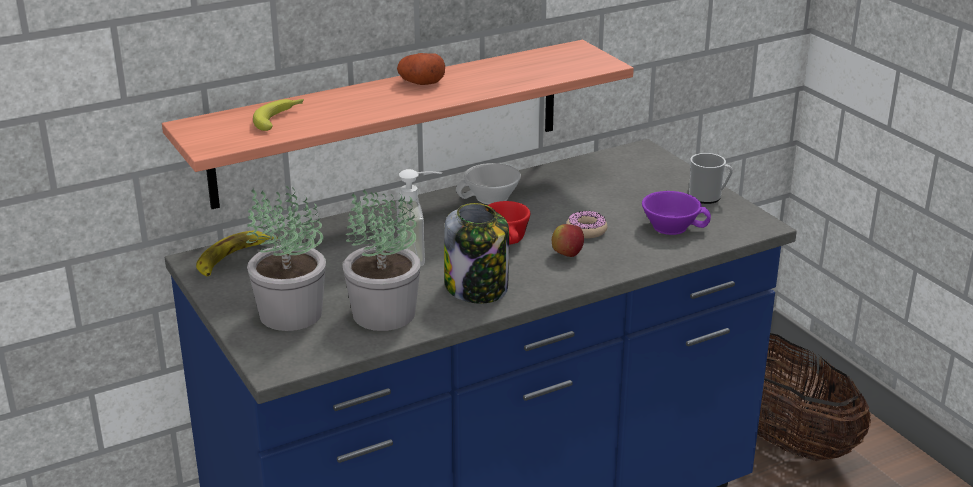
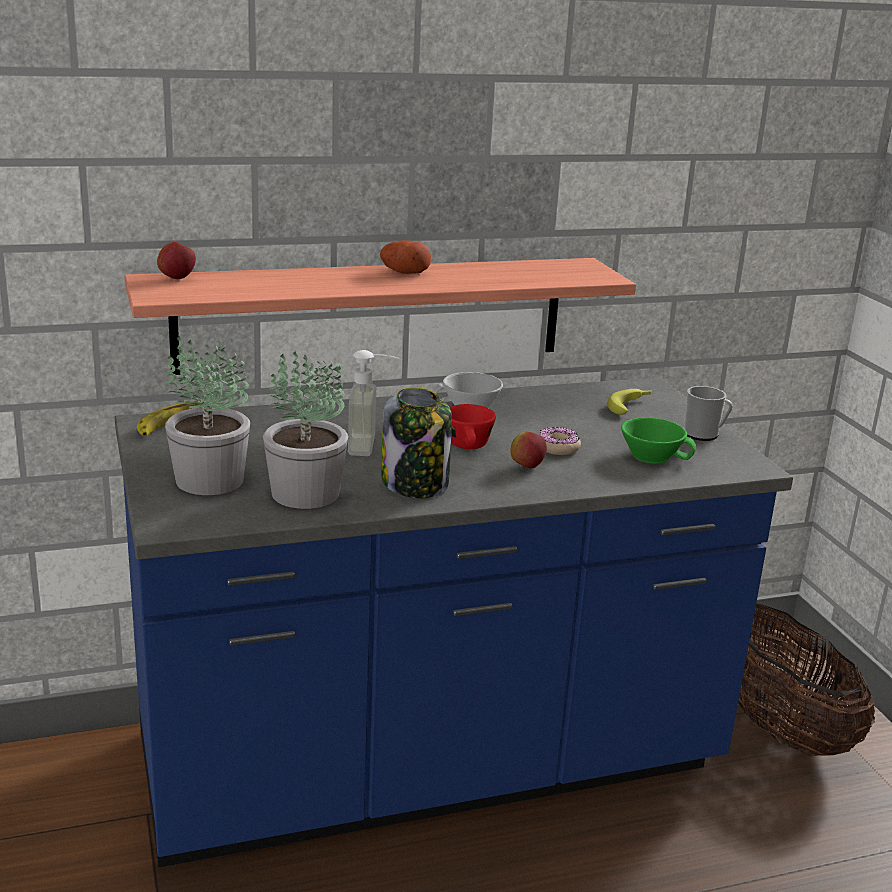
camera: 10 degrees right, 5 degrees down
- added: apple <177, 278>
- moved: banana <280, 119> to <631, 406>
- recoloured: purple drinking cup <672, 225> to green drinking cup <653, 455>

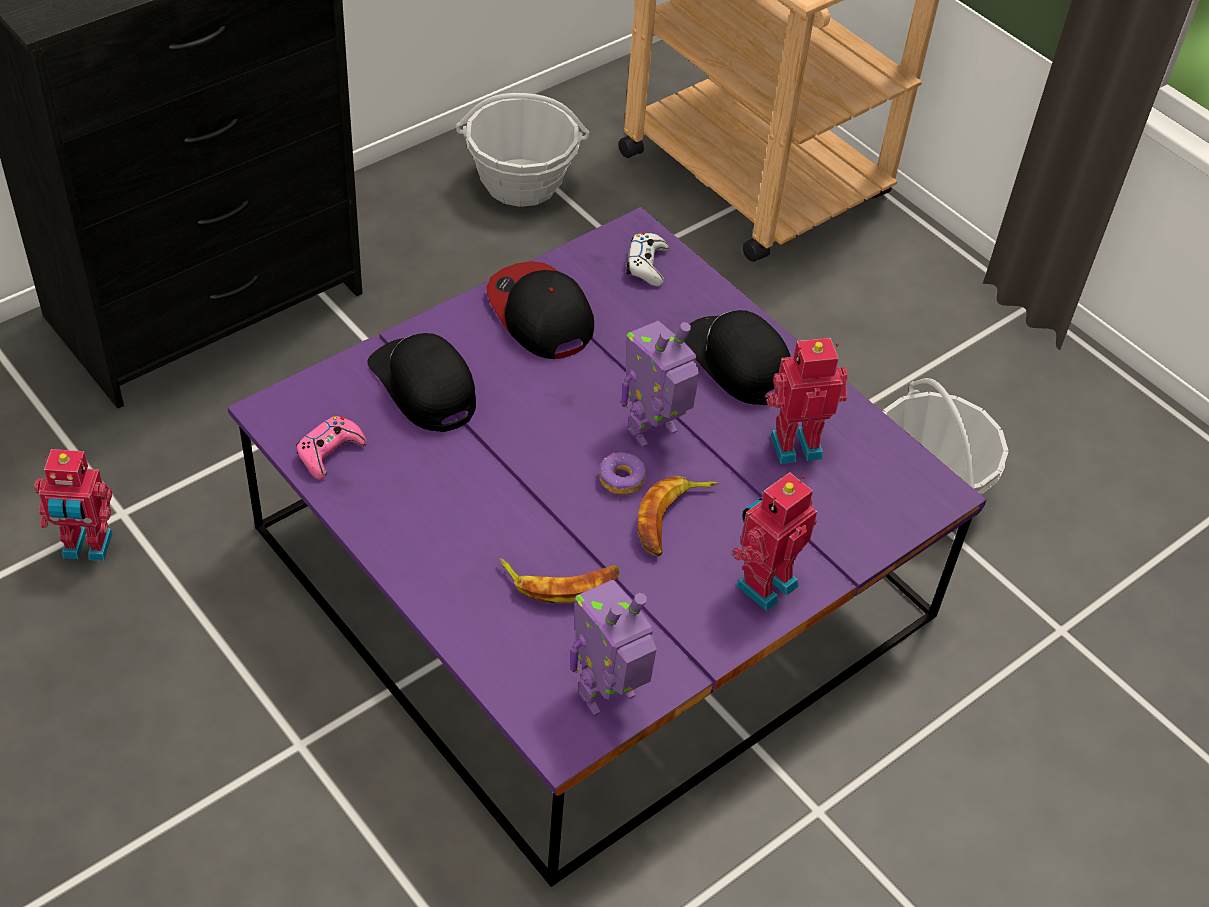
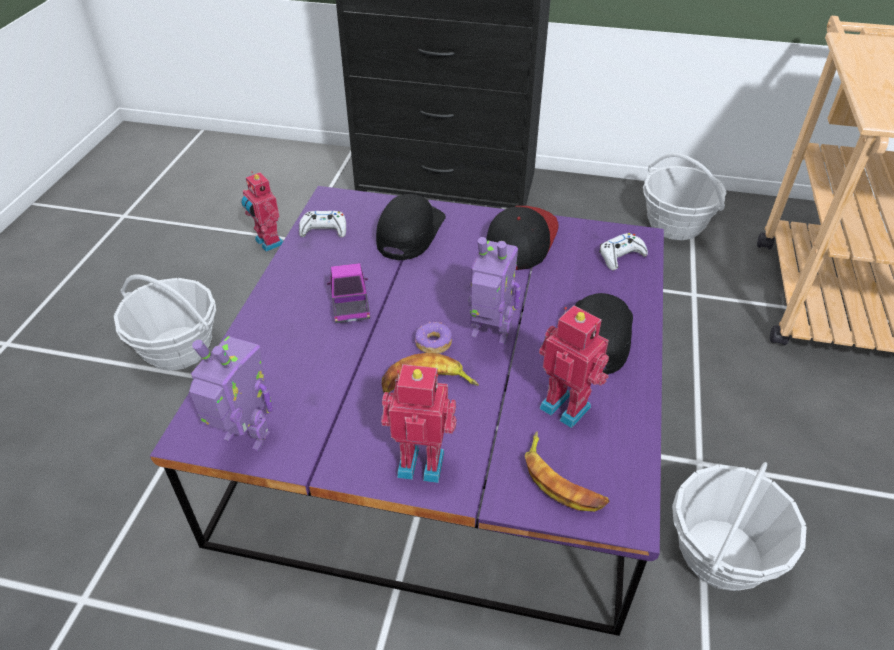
camera: 55 degrees right, 5 degrees down
- added: household basket <178, 348>
- recoloured: pink joypad <330, 452> to white-coloured joypad <324, 230>
- added: toy lorry <350, 304>
- moved: banana <561, 582> to <562, 480>

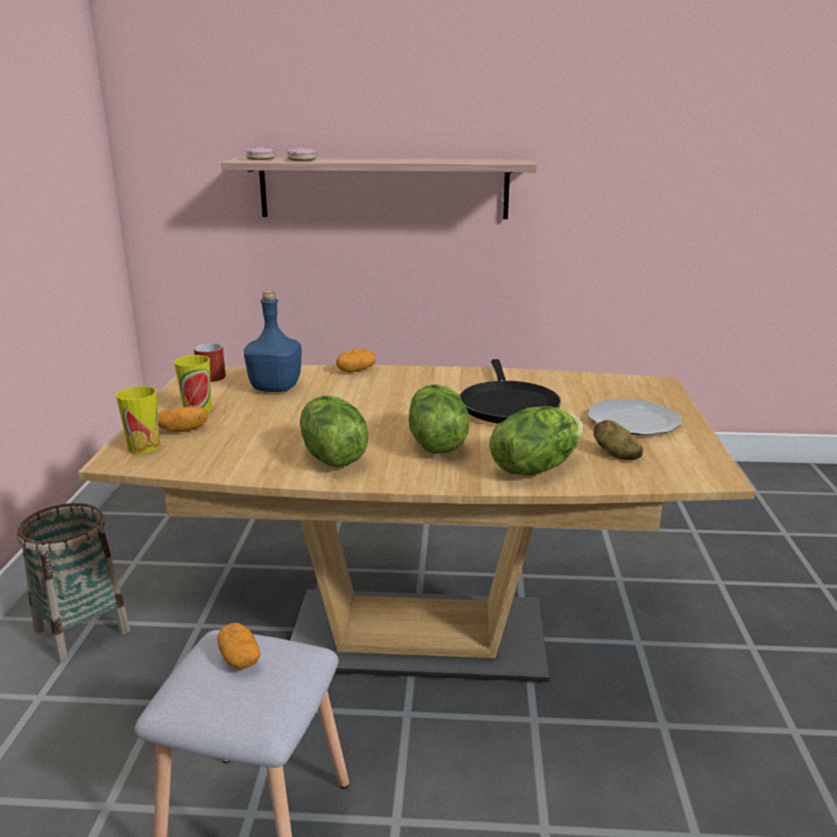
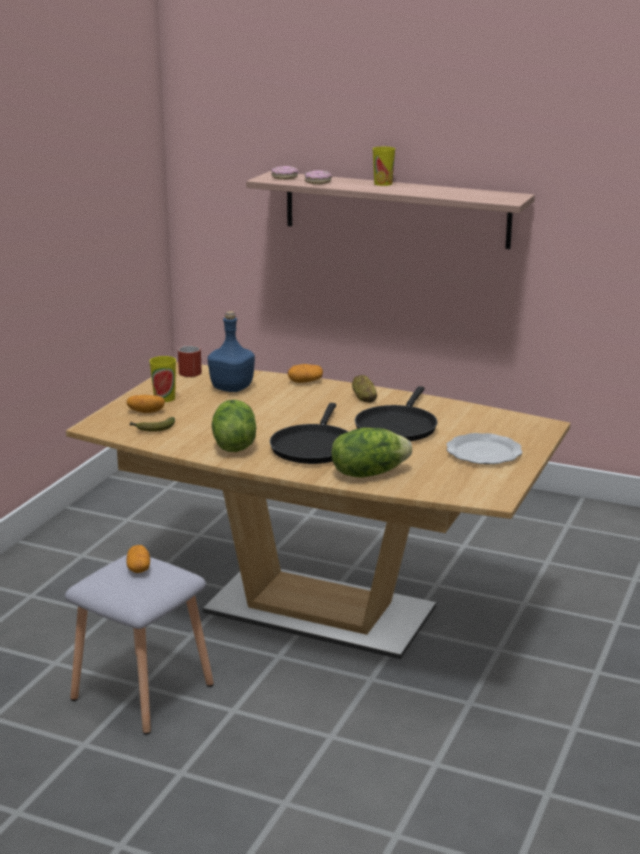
camera: 20 degrees right, 0 degrees up
- added: banana <152, 429>
- replaced: lettuce head <435, 444> to black skillet <313, 447>
- moved: spud <615, 454> to <364, 398>
- moved: drinking cup <144, 447> to <383, 183>
- removed: household basket <82, 630>

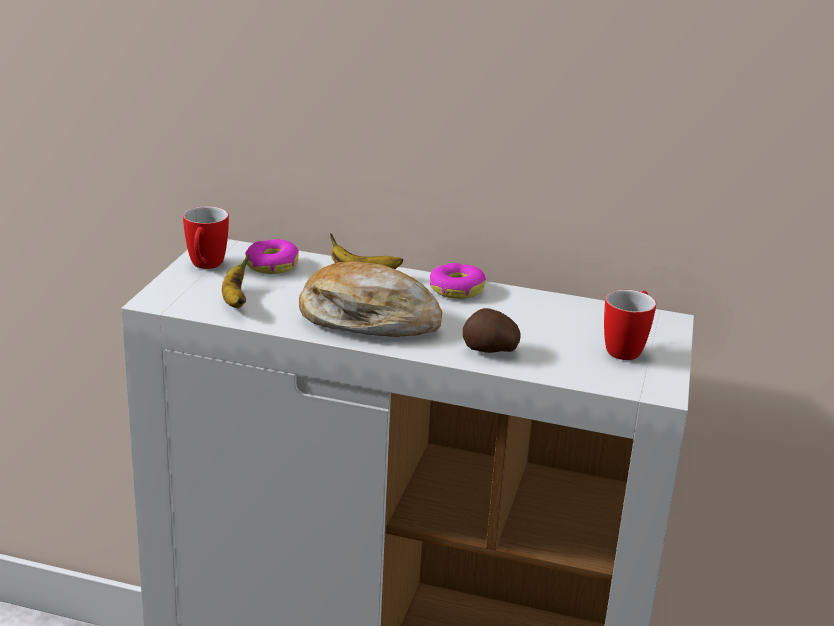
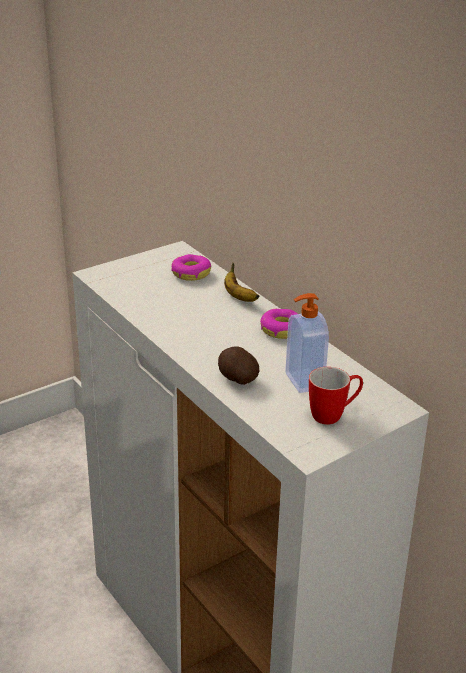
camera: 40 degrees right, 5 degrees up
- added: liquid soap bottle <303, 381>
- removed: mug <205, 267>
- removed: banana <235, 300>
- removed: bakery bread <368, 319>

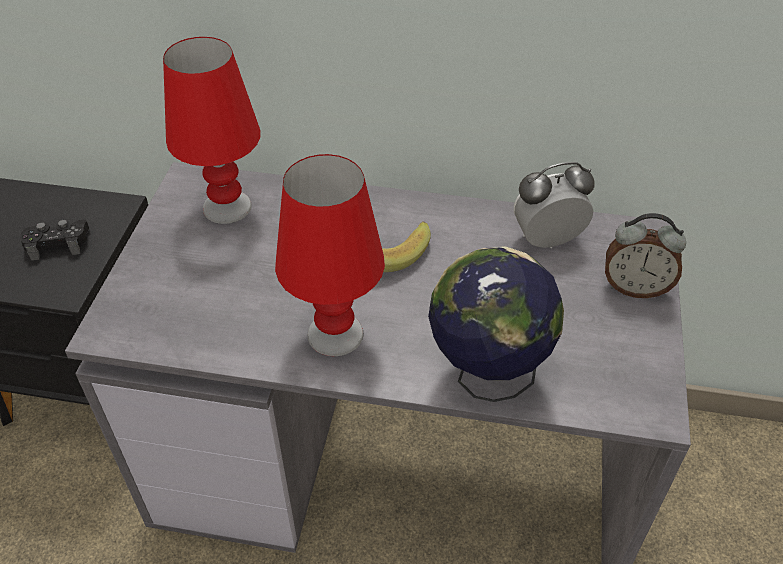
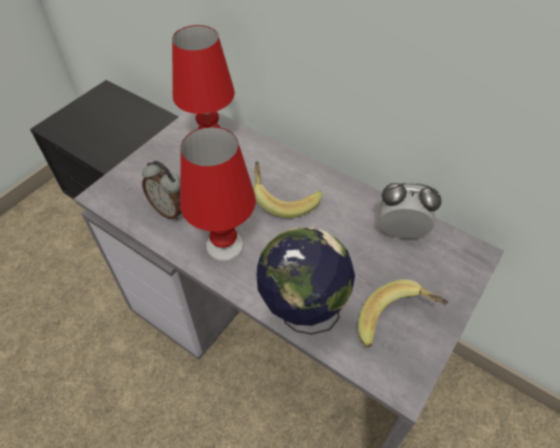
camera: 25 degrees right, 5 degrees up
- moved: bedside clock <635, 287> to <170, 210>
- added: banana <397, 324>
- removed: black joypad <58, 243>

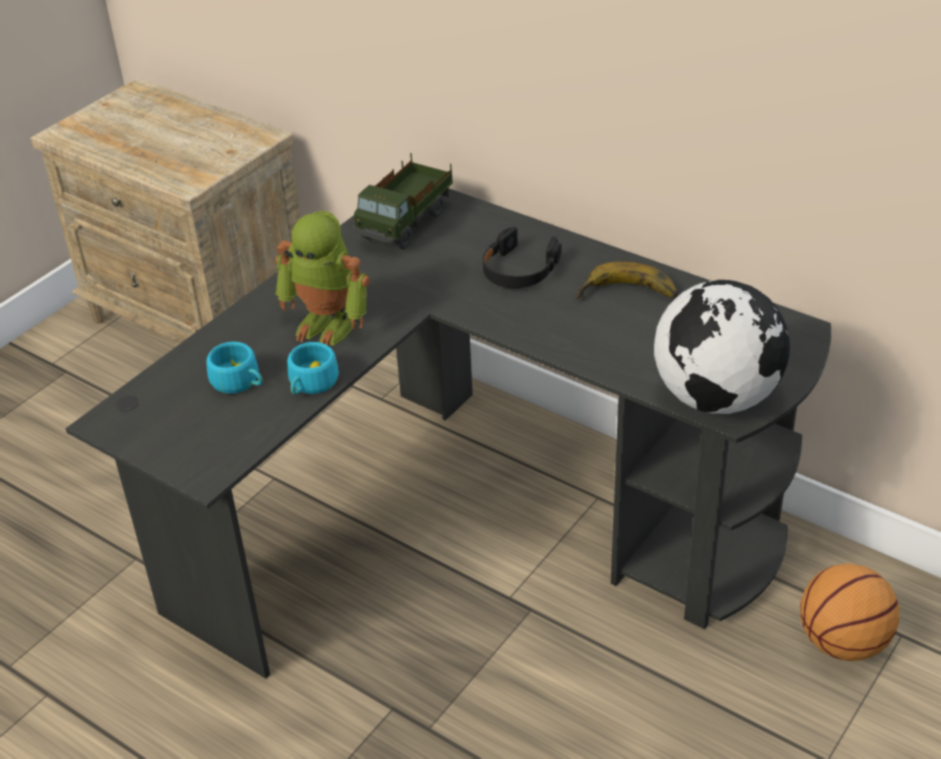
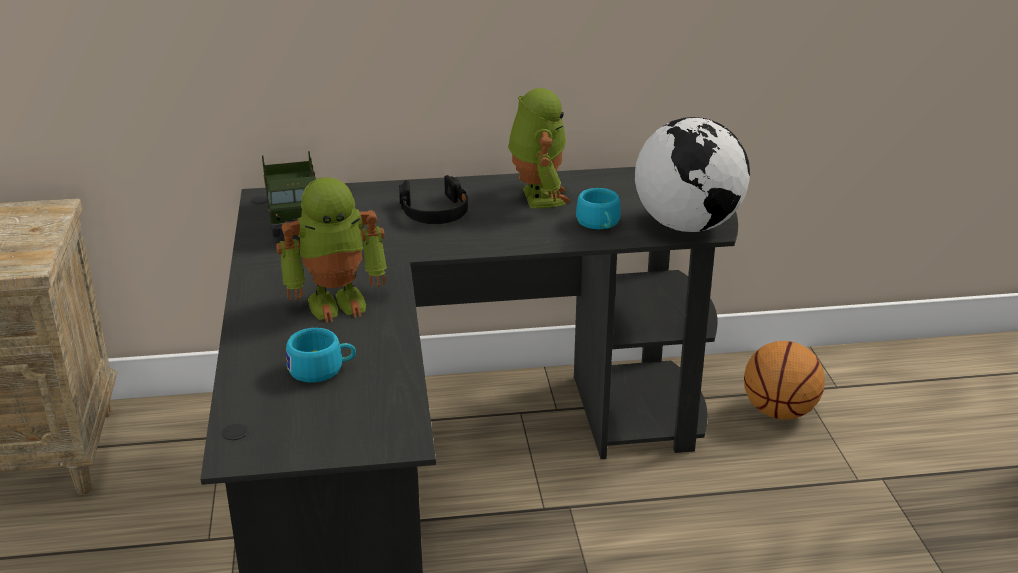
camera: 45 degrees left, 10 degrees down
- replaced: banana <627, 296> to robot figure <538, 197>
- moved: turquoise-coloured drinking cup <311, 384> to <599, 224>

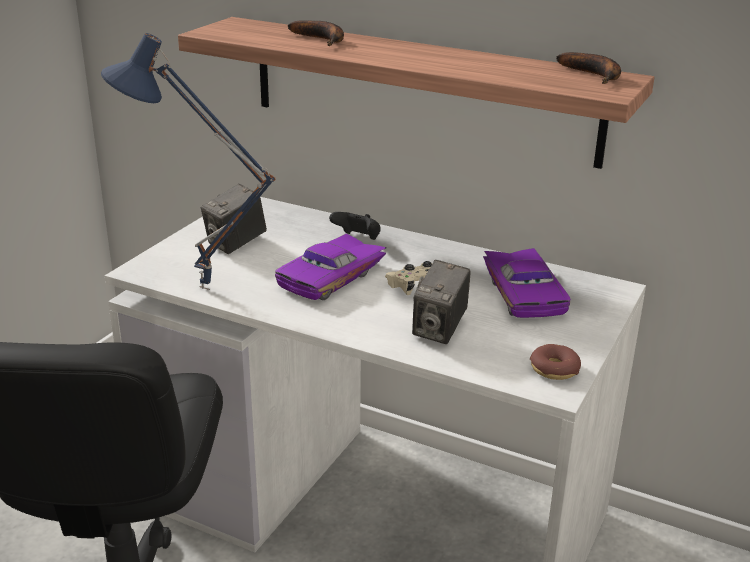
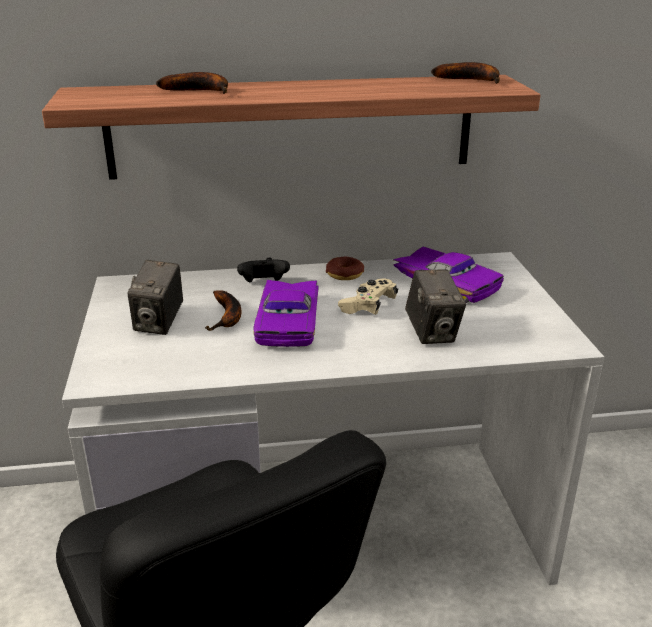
camera: 35 degrees left, 0 degrees up
- added: banana <227, 316>
- moved: donut <554, 369> to <344, 274>
- removed: blue tabletop lamp <202, 291>

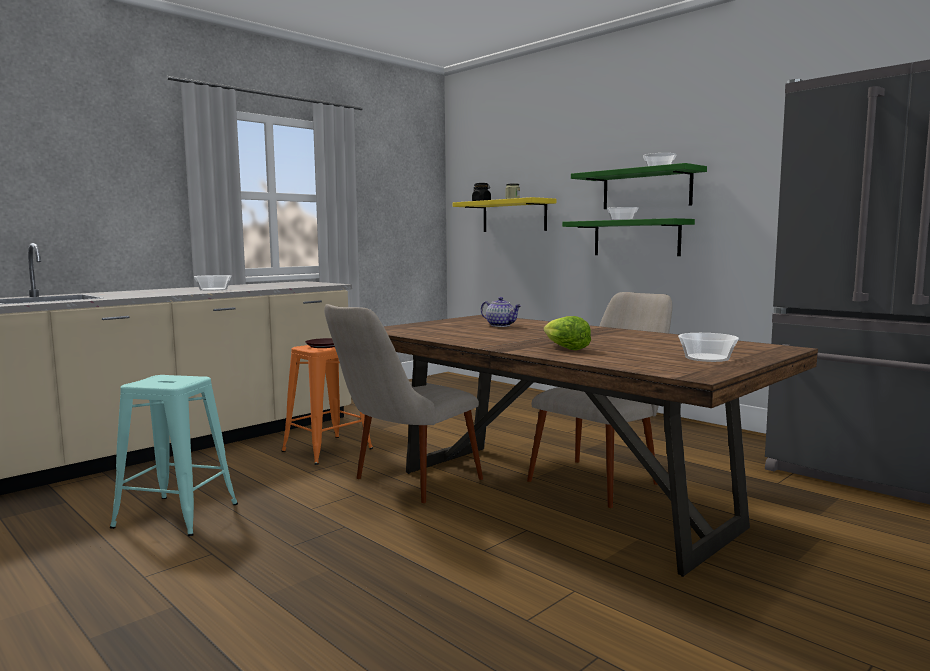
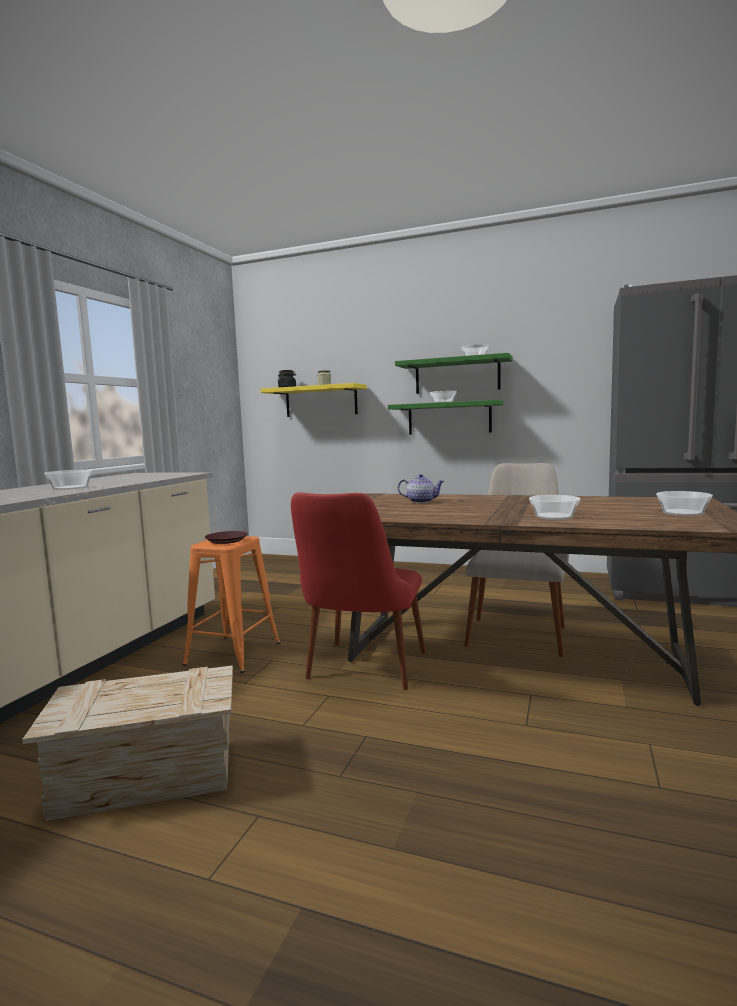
camera: 25 degrees left, 0 degrees up
- replaced: turquoise-coloured sitting stool <176, 515> to crate <148, 777>
- recoloured: beige plain chair <403, 484> to red-coloured plain chair <361, 674>
- replaced: lettuce head <565, 348> to bowl <554, 516>

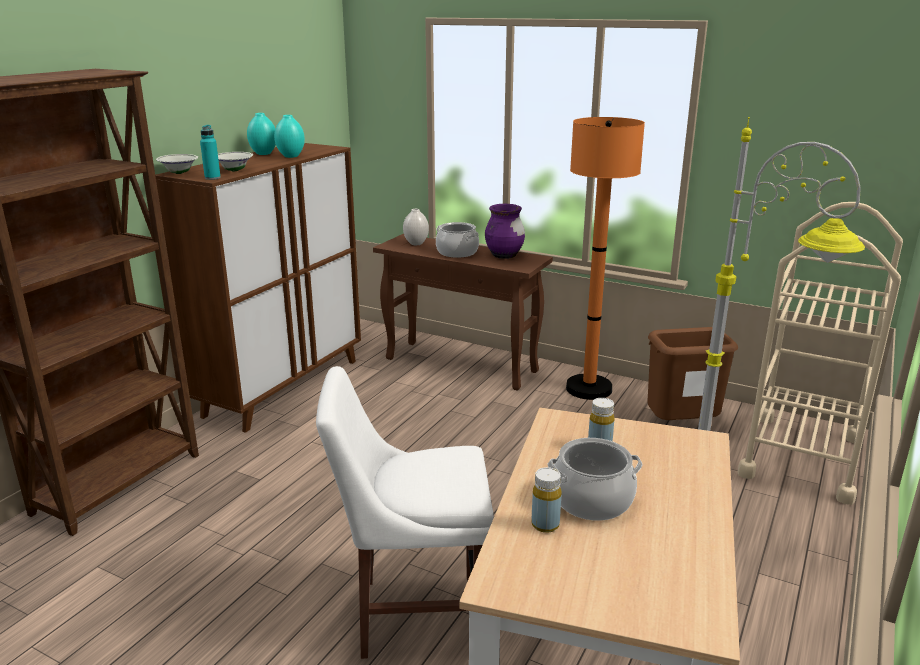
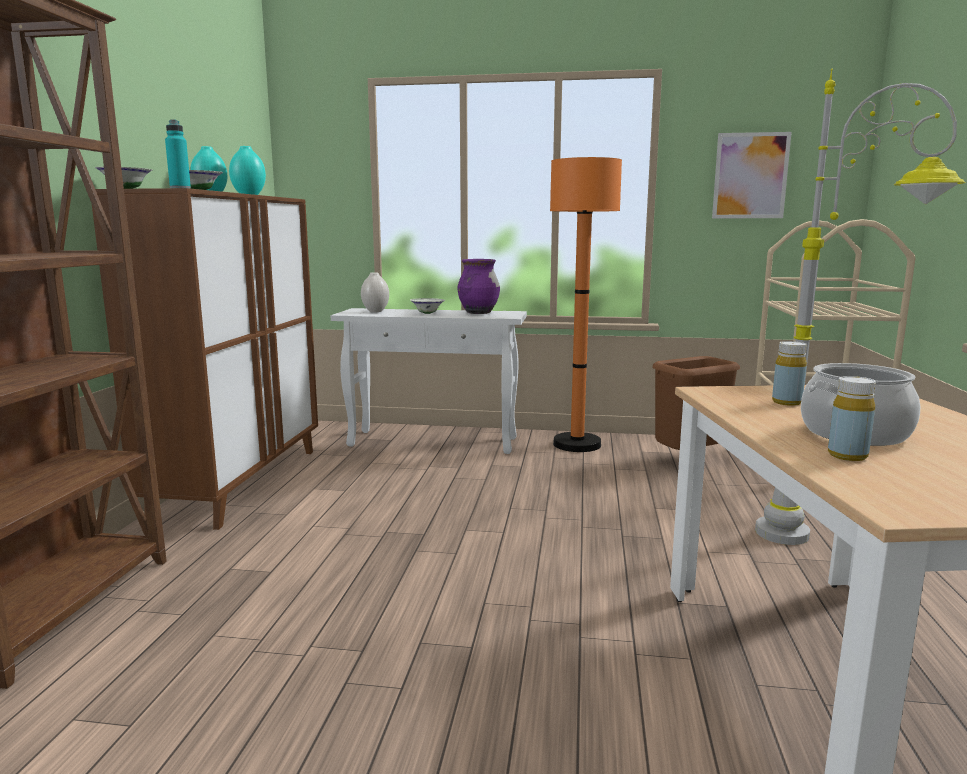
camera: 20 degrees left, 10 degrees down
- recoloured: brown-coloured narrow table <462, 365> to white-coloured narrow table <434, 442>
- replaced: saucepot <457, 252> to white-coloured bowl <427, 313>
- added: picture <750, 176>
- removed: white-coloured plain chair <412, 614>

